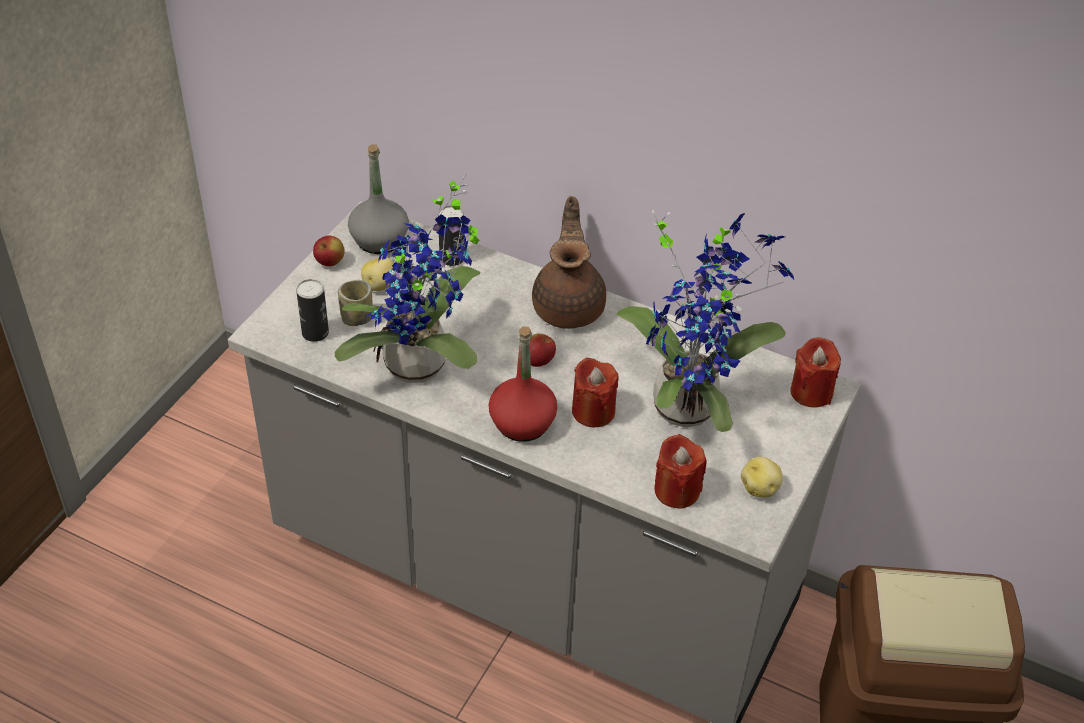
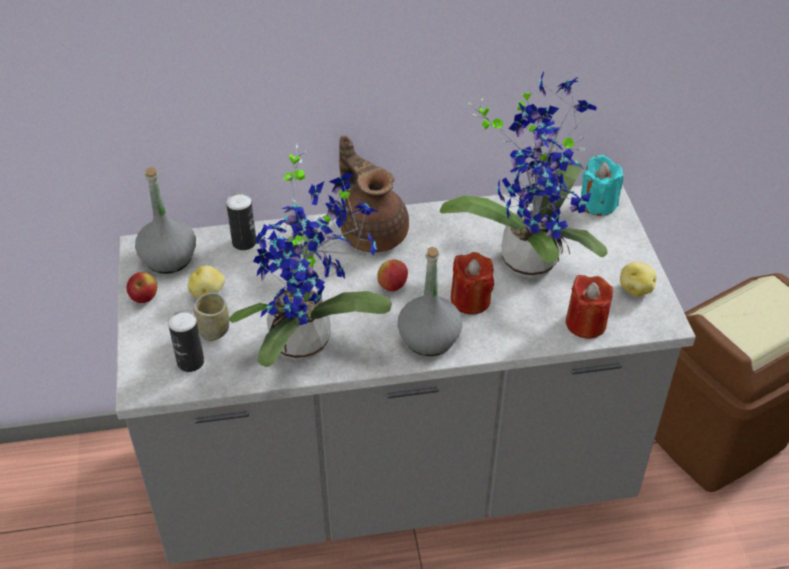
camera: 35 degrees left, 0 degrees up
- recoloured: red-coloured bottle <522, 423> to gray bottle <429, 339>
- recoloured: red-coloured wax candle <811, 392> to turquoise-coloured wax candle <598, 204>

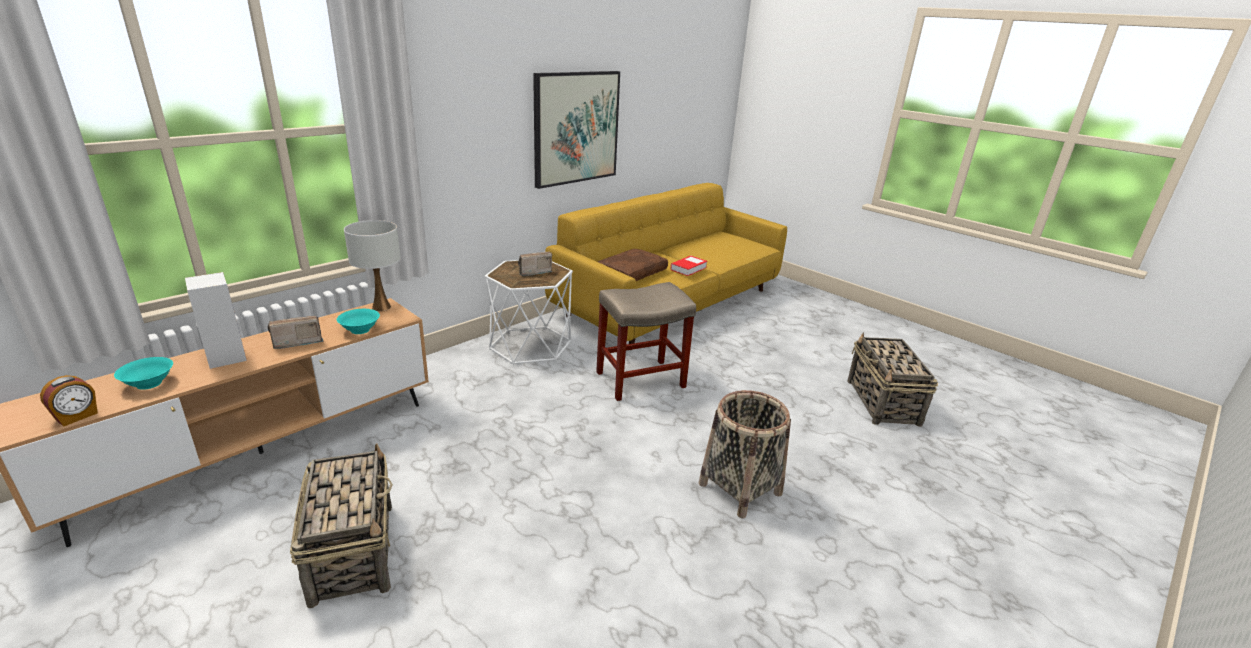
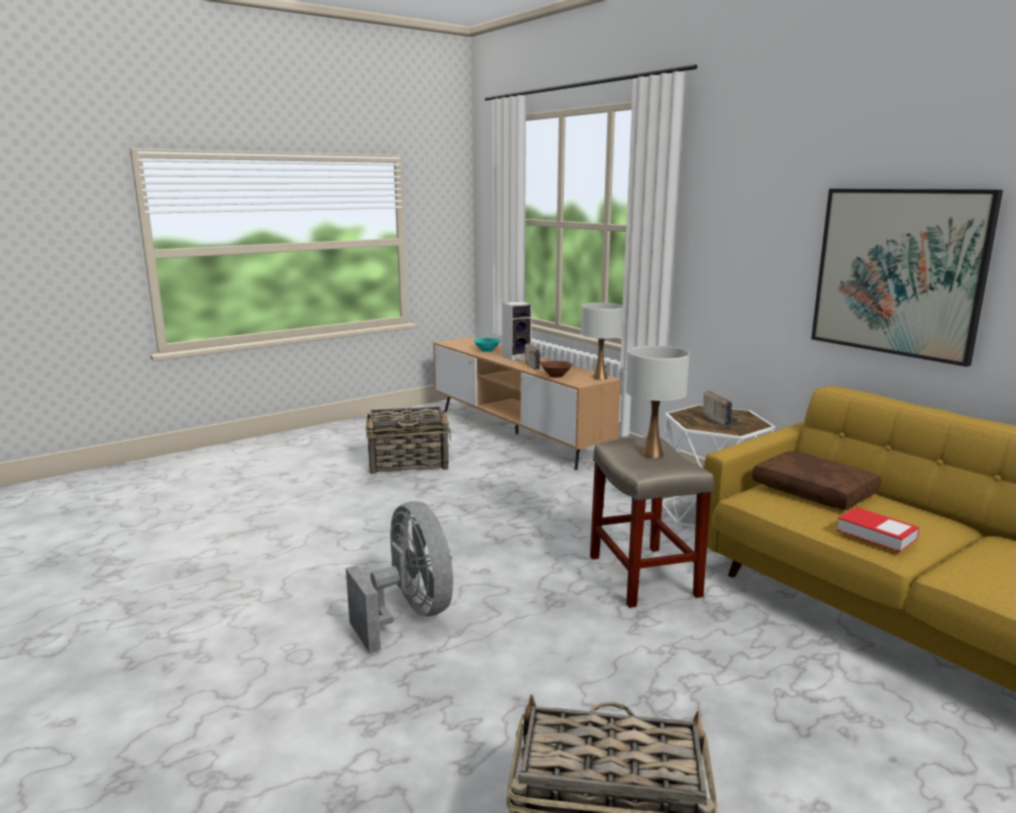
camera: 100 degrees right, 10 degrees down
- replaced: household basket <739, 489> to gray fan <409, 614>
- recoloured: turquoise-coloured bowl <360, 330> to brown-coloured bowl <555, 376>
- added: white-coloured tabletop lamp <652, 454>
- removed: bedside clock <77, 416>

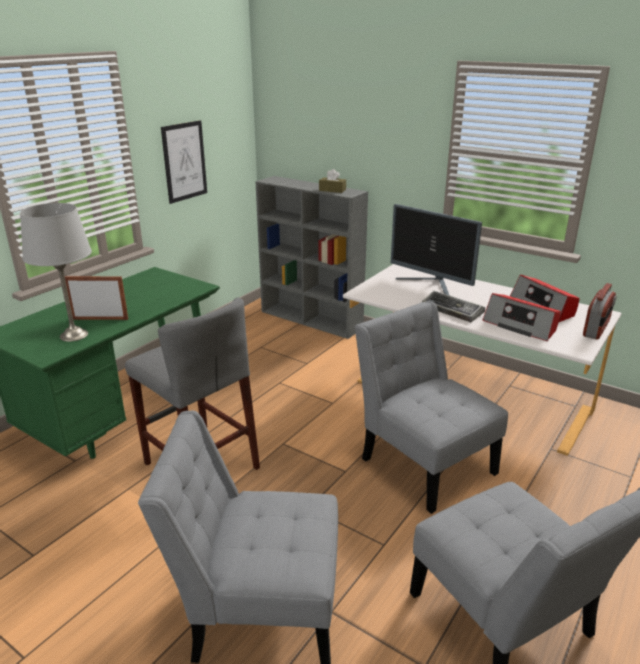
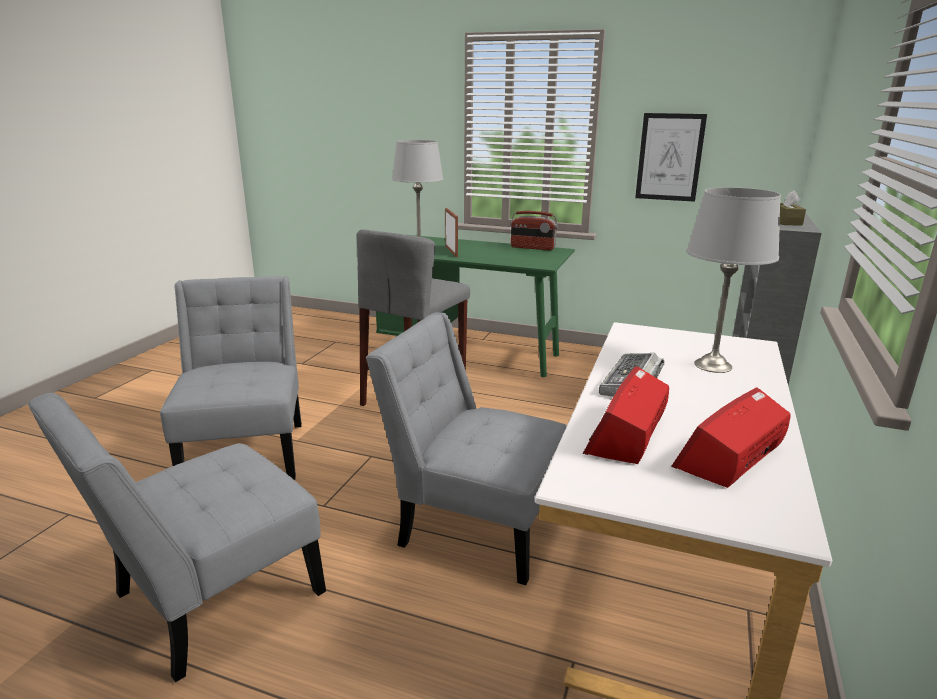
camera: 75 degrees right, 5 degrees down
- turned: gray plain chair <423, 462> = <475, 523> 105 degrees counterclockwise
- moved: radio <596, 329> to <532, 248>
- replaced: computer display <431, 285> to gray tabletop lamp <713, 366>

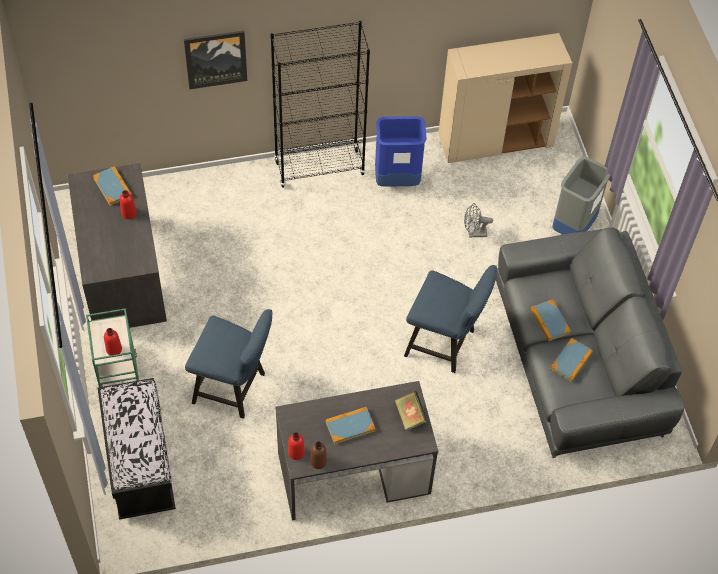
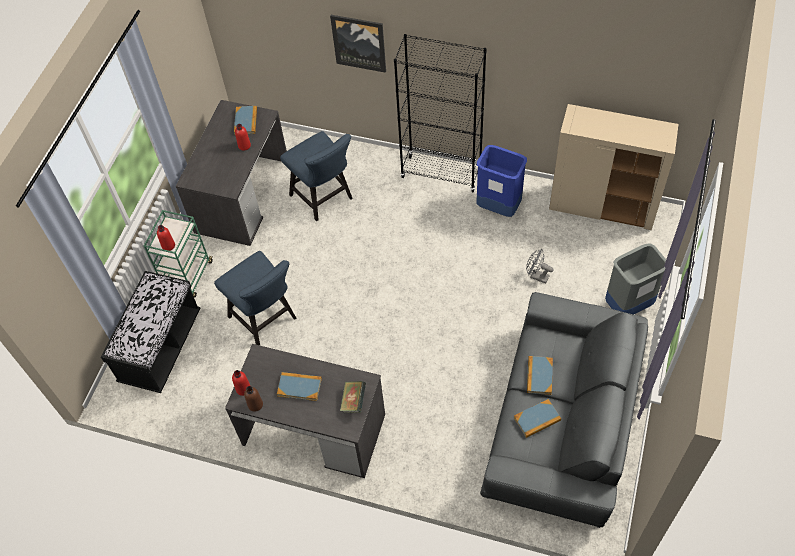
camera: 35 degrees right, 0 degrees up
- moved: blue plain chair <445, 344> to <324, 199>

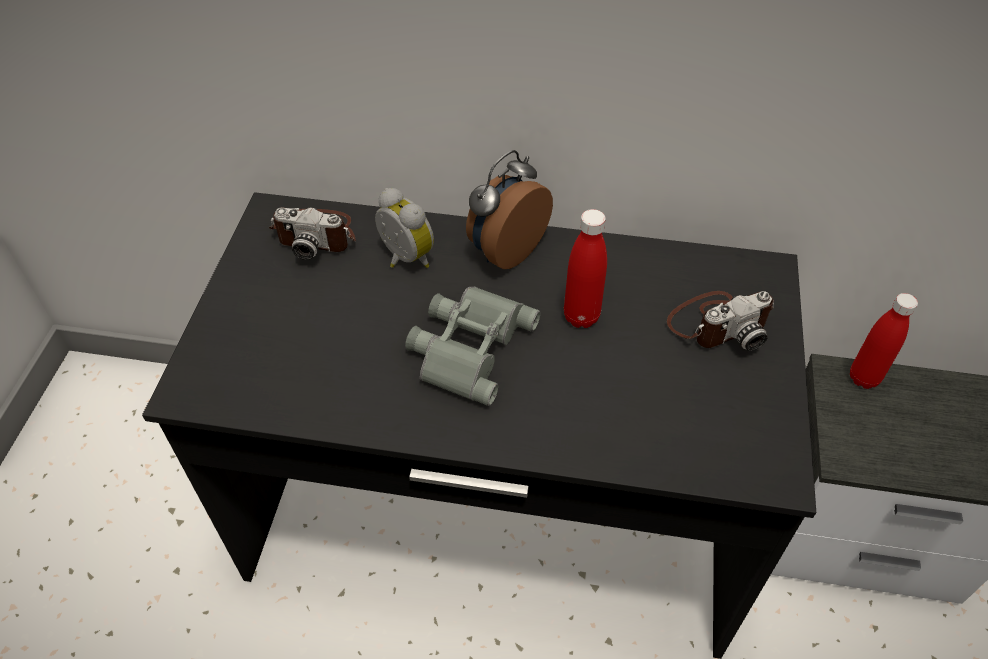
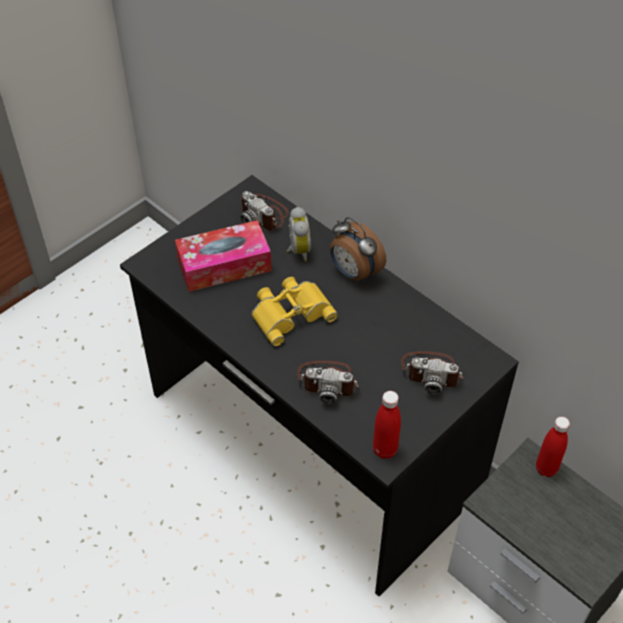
camera: 35 degrees right, 0 degrees up
- added: tissue holder <224, 265>
- recoloured: gray binoculars <468, 346> to yellow-coloured binoculars <290, 312>
- added: still camera <328, 381>
- turned: bedside clock <505, 250> = <354, 273> 120 degrees counterclockwise
- moved: red-coloured bottle <581, 316> to <385, 450>

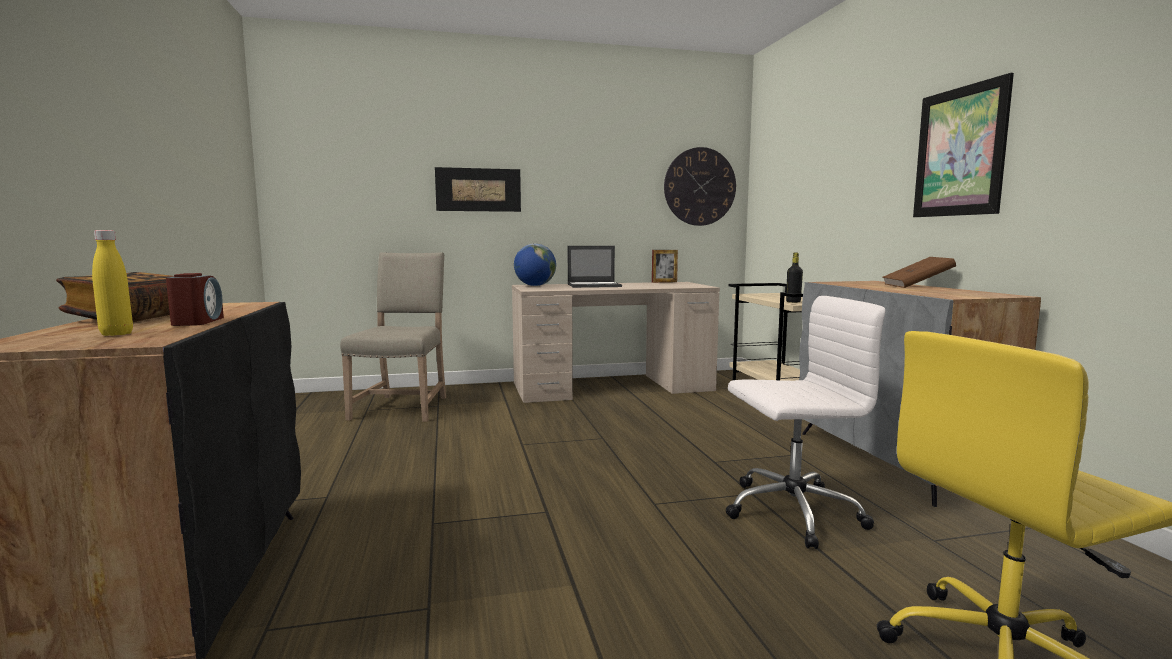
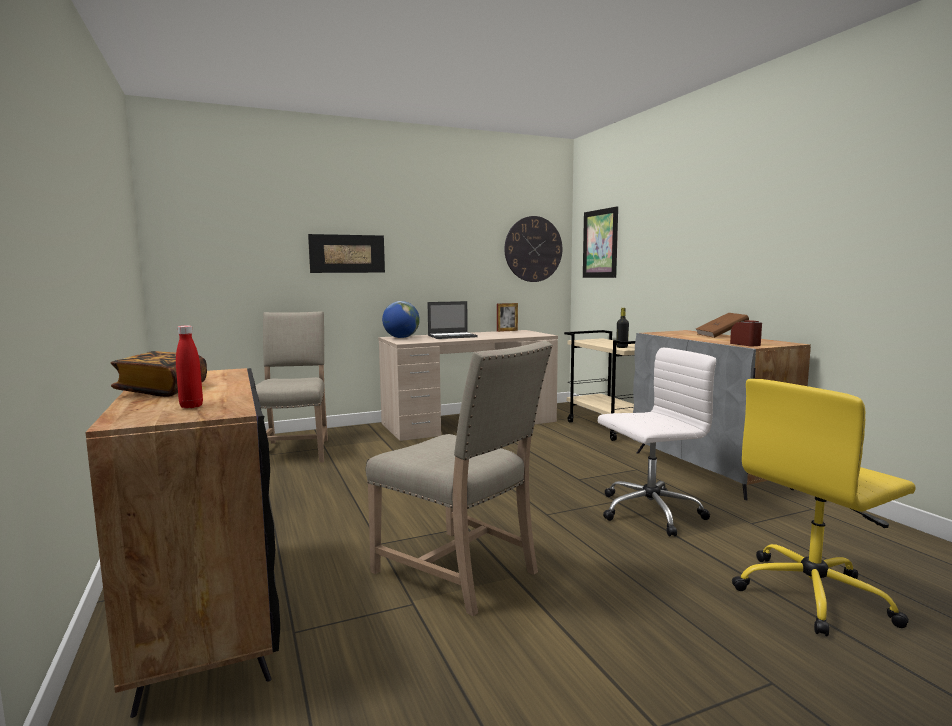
camera: 10 degrees left, 0 degrees up
- recoloured: yellow-coloured bottle <116, 334> to red-coloured bottle <191, 406>
- added: beige plain chair <461, 572>
- moved: picture <960, 152> to <600, 243>
- moved: bedside clock <197, 322> to <746, 344>

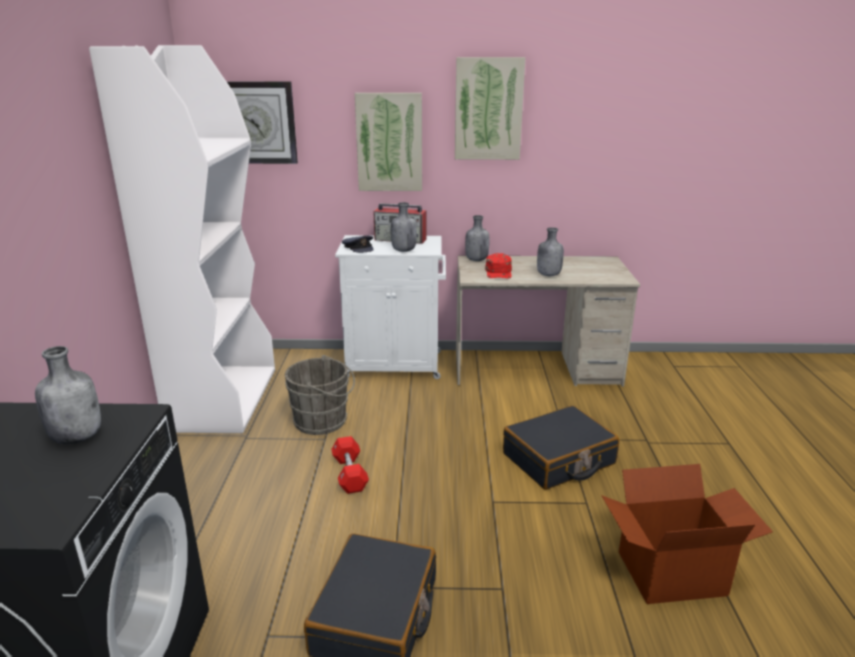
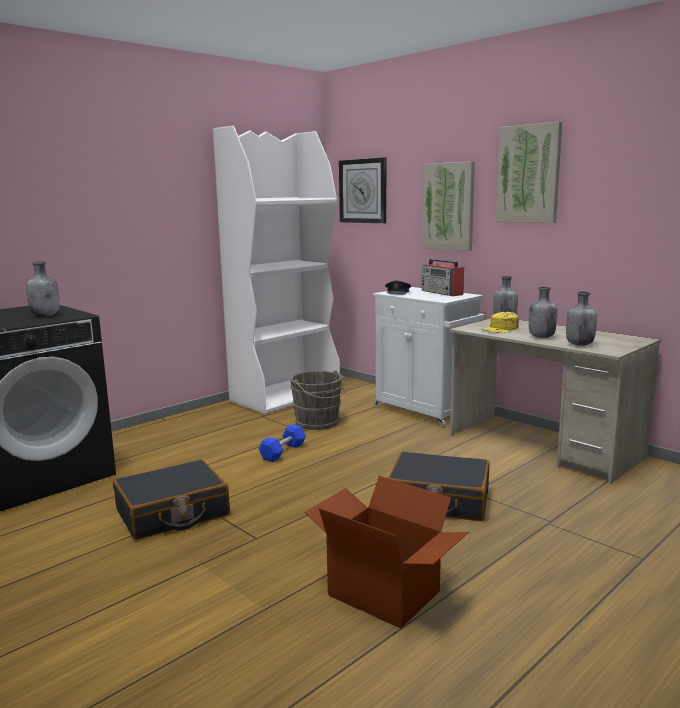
camera: 45 degrees right, 10 degrees down
- recoloured: red-coloured free weight <350, 474> to blue free weight <283, 452>
- recoloured: red-coloured baseball cap <499, 272> to yellow-coloured baseball cap <500, 329>
- moved: gray bottle <403, 250> to <579, 344>

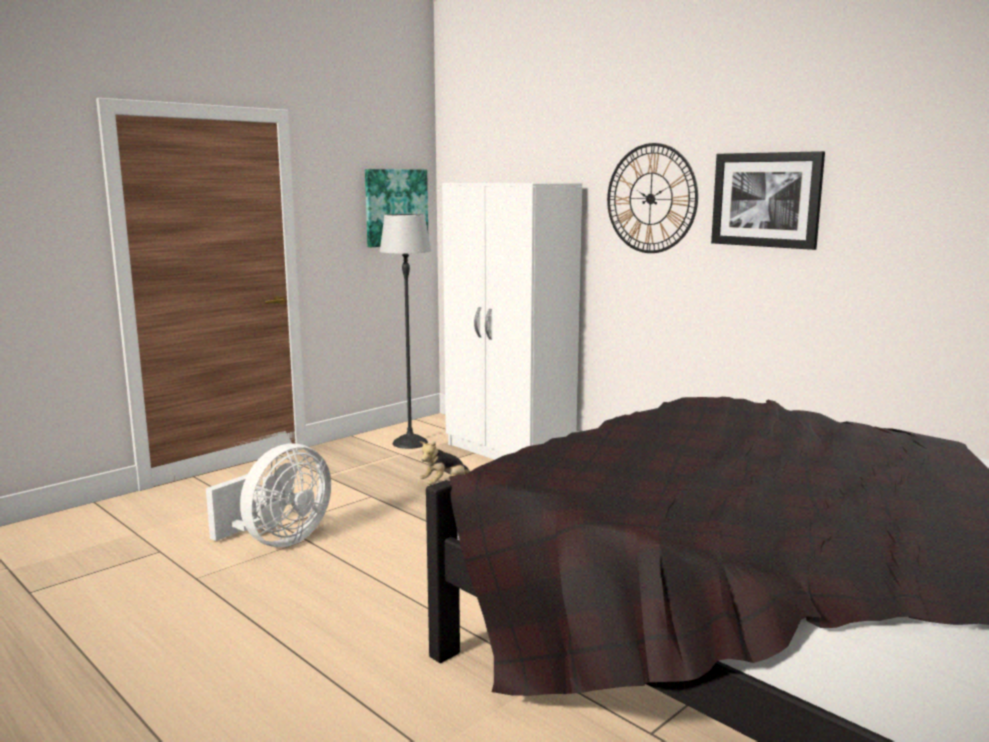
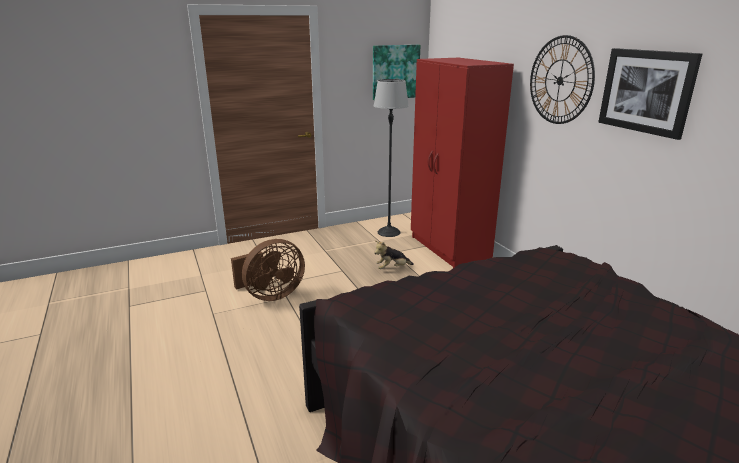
camera: 20 degrees right, 10 degrees up
- recoloured: white-coloured fan <278, 541> to brown-coloured fan <270, 295>
- recoloured: white-coloured clothes cupboard <509, 451> to red-coloured clothes cupboard <449, 248>

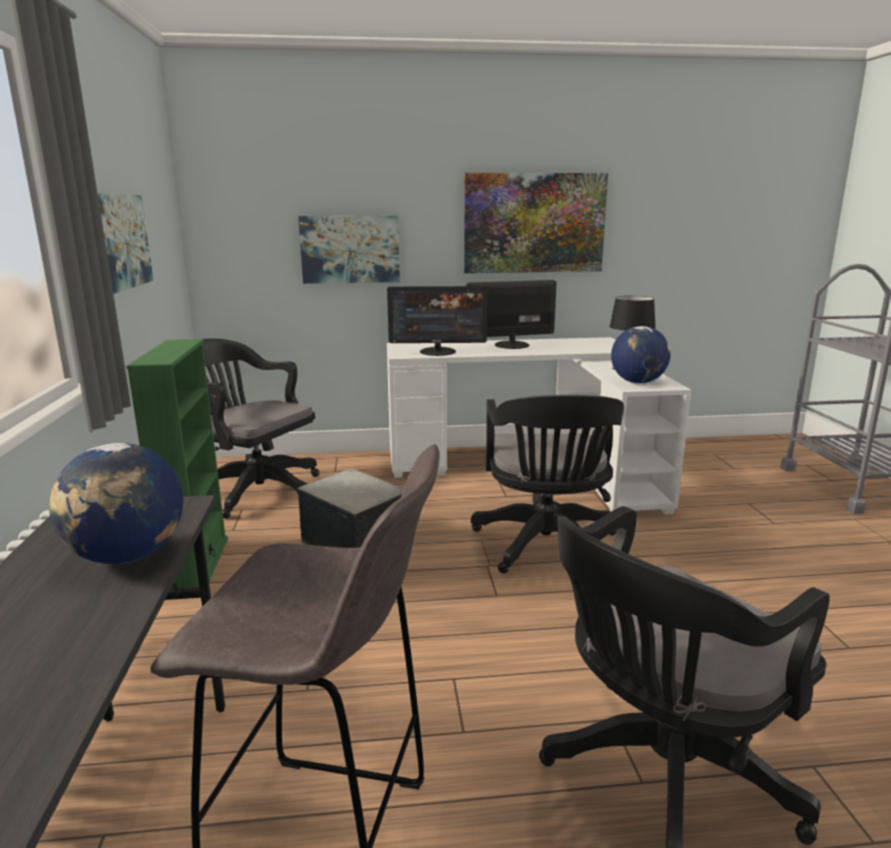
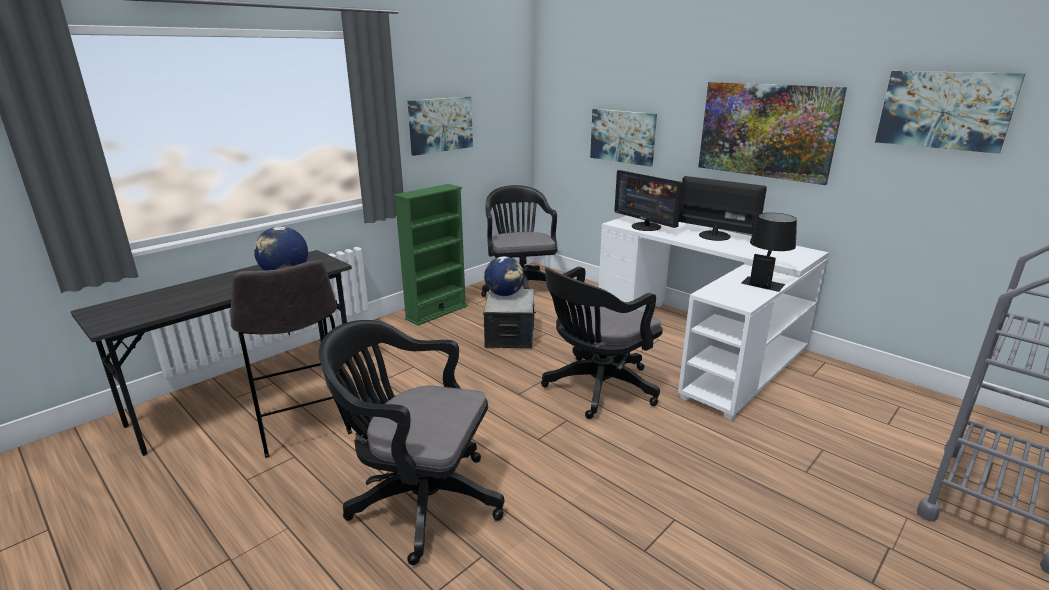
camera: 50 degrees right, 5 degrees up
- moved: desk globe <638, 382> to <504, 294>
- added: picture <944, 110>

